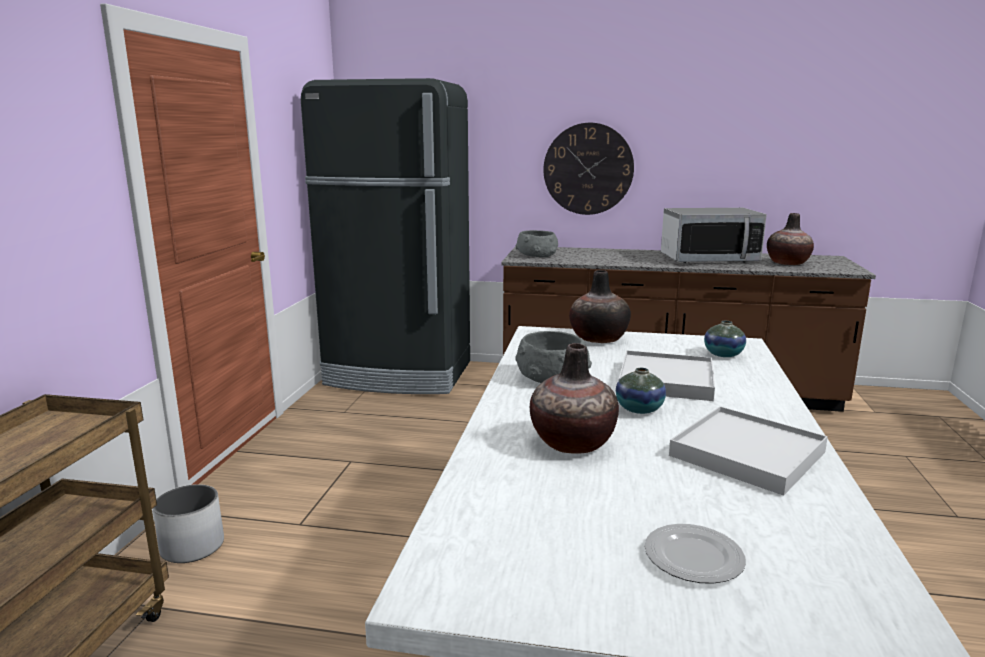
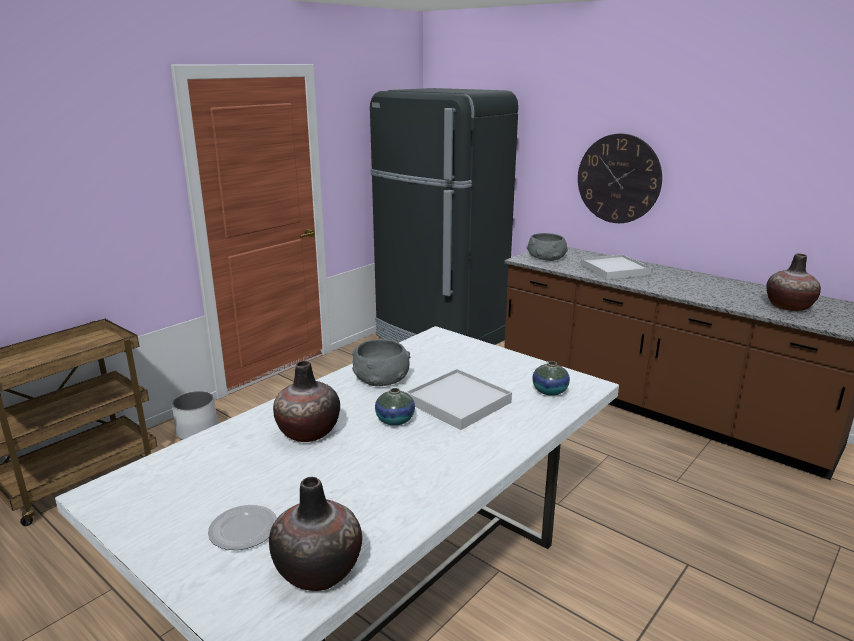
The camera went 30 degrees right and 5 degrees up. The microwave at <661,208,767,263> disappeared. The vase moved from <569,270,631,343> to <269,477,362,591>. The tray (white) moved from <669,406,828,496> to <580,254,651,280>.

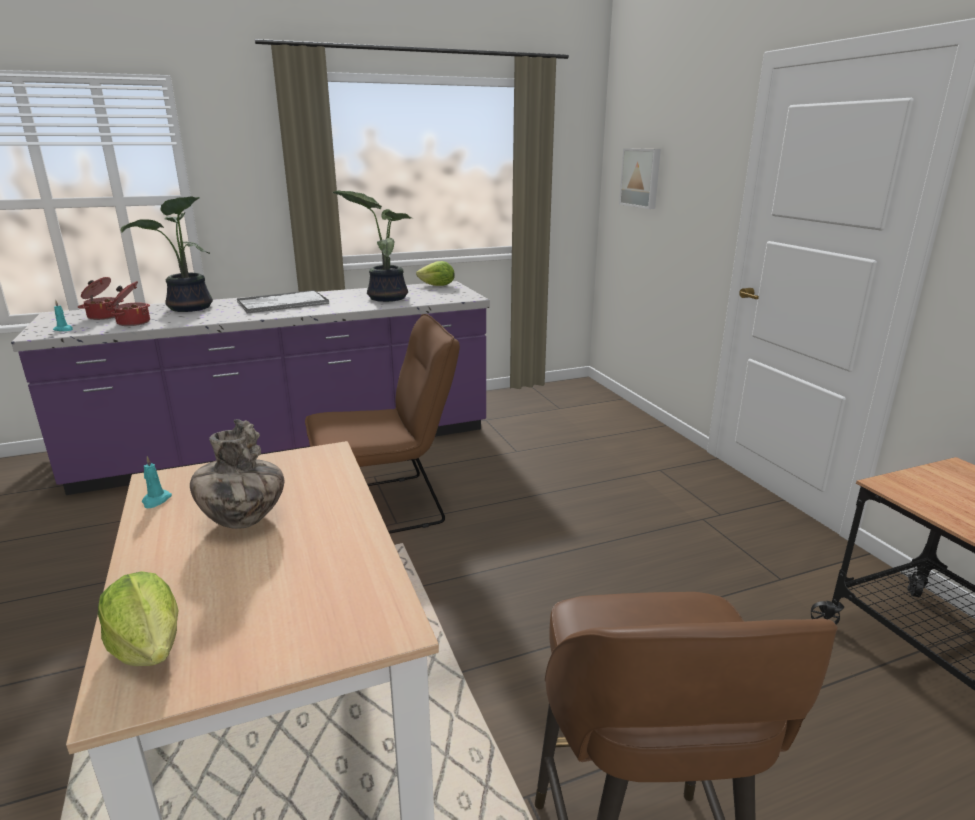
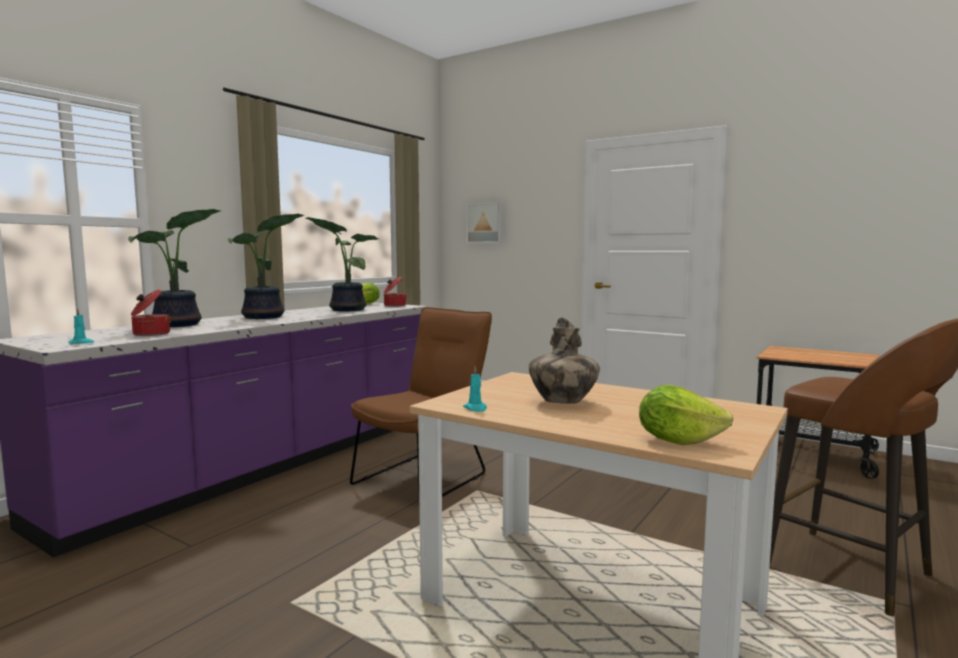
The camera went 35 degrees left and 15 degrees down. The cooking pot moved from <78,277,124,320> to <384,277,407,307>. The tray at <237,290,329,314> was replaced by the potted plant at <228,214,304,319>.

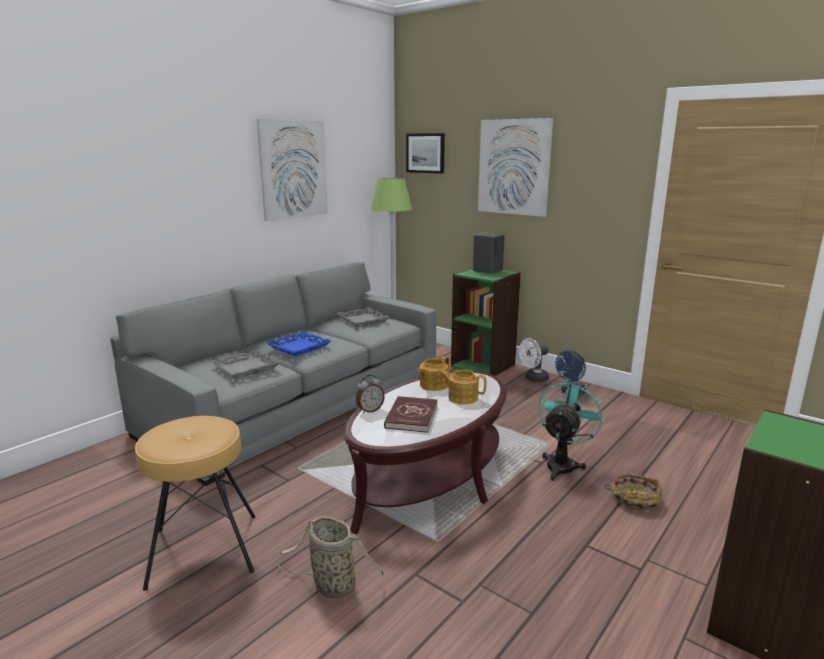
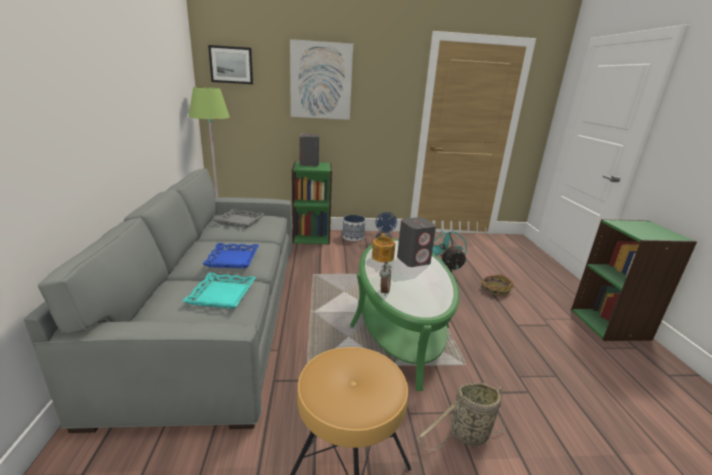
The camera went 45 degrees left and 5 degrees up. The picture at <257,119,328,221> disappeared. The fan (white) at <519,338,549,382> was replaced by the planter at <342,215,366,241>. The tray (grey) at <211,349,281,379> became the tray (turquoise) at <182,273,256,309>. The teapot at <440,370,486,405> was replaced by the speaker (grey) at <397,217,436,267>. The coffee table (brown) at <343,371,507,535> became the coffee table (green) at <350,239,460,391>. The book (red) at <384,396,438,433> disappeared.

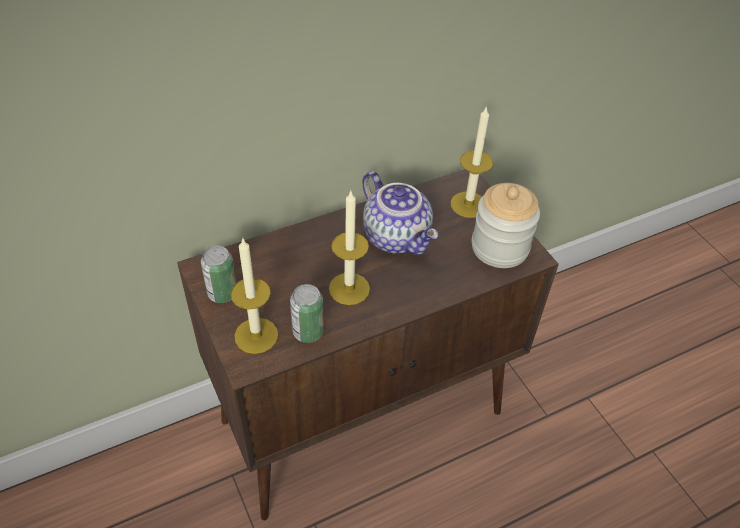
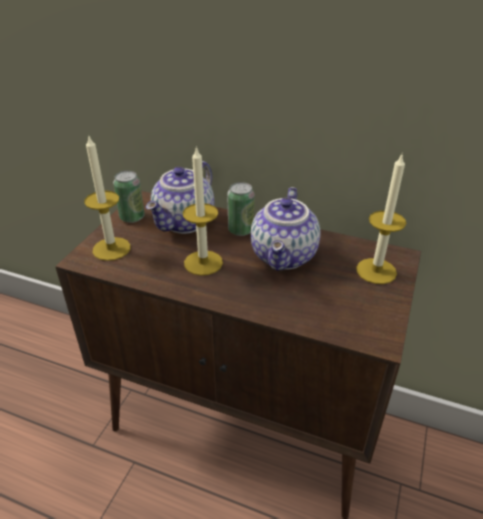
The camera went 50 degrees right and 10 degrees down. The jar at <472,183,540,268> disappeared. The can moved from <290,284,324,343> to <227,182,255,236>. The teapot at <146,161,214,234> appeared.

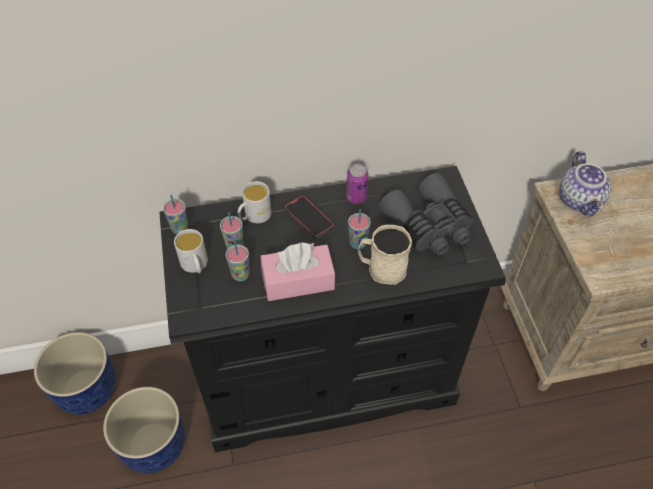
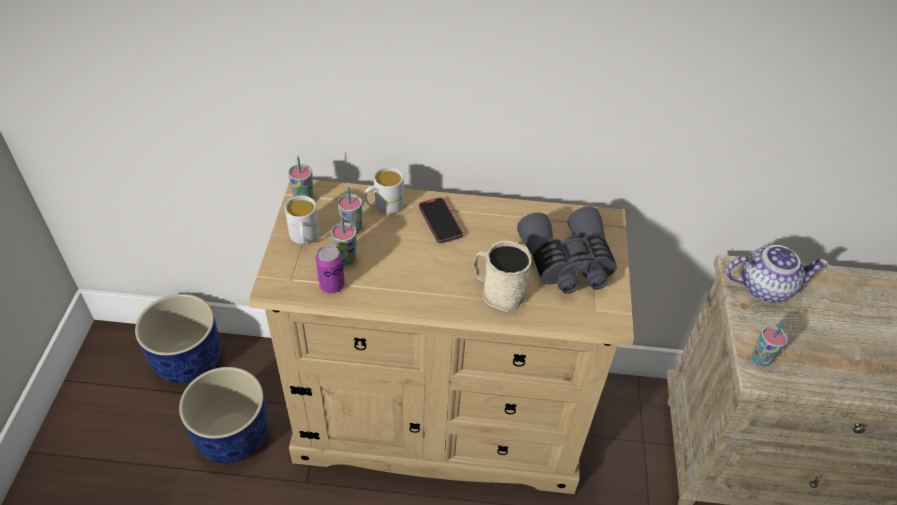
The camera went 15 degrees right and 5 degrees down. The teapot at <559,151,611,216> turned 105 degrees counterclockwise. The can moved from <346,164,369,204> to <316,245,345,293>. The dresser (black) at <159,166,506,452> became the dresser (beige) at <249,180,634,494>. The cup moved from <348,209,371,249> to <752,323,788,367>. The tissue box (pink) at <261,242,335,301> disappeared.

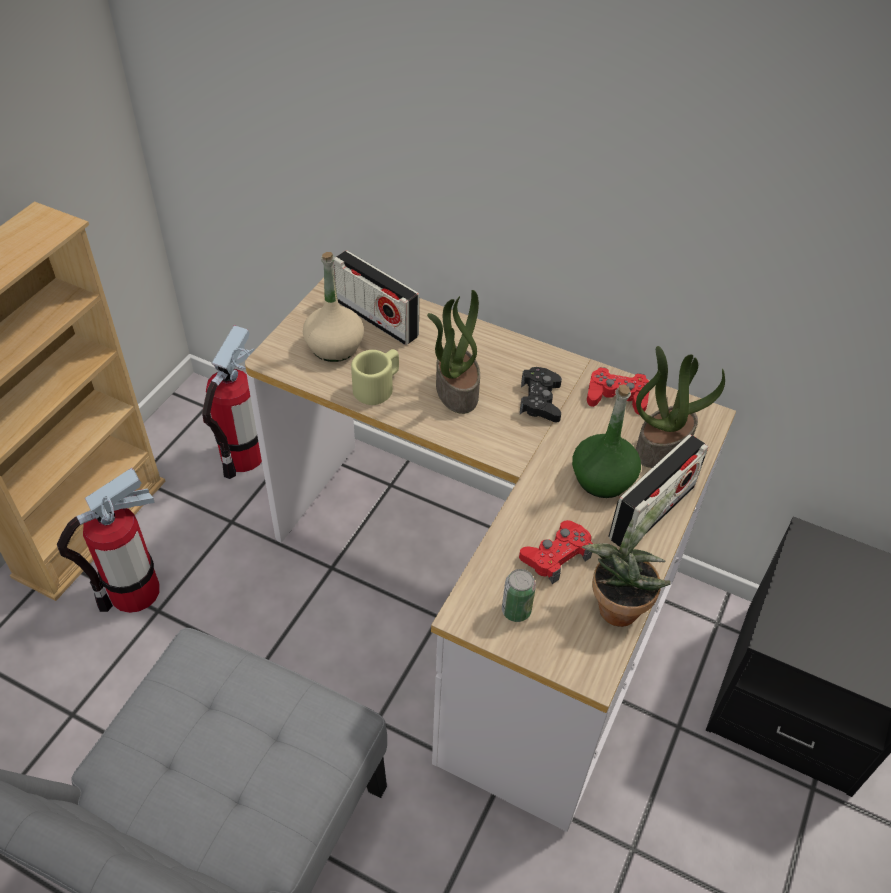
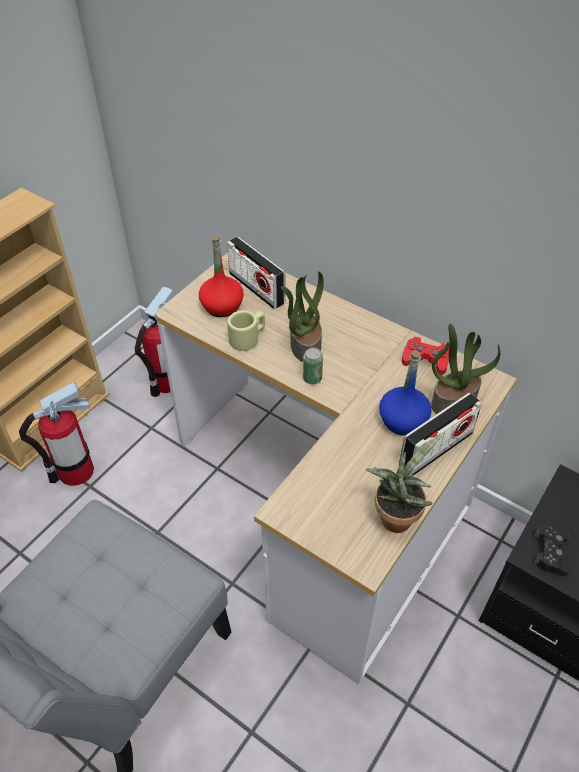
The camera went 10 degrees right and 0 degrees up. The bottle (beige) at <303,252,364,362> became the bottle (red) at <199,236,244,317>. The game controller (black) moved from <520,367,562,422> to <535,525,570,576>. The bottle (green) at <572,384,641,498> became the bottle (blue) at <379,350,432,435>. The game controller (red) at <519,520,593,584> disappeared. The can moved from <502,569,536,622> to <303,348,323,384>.

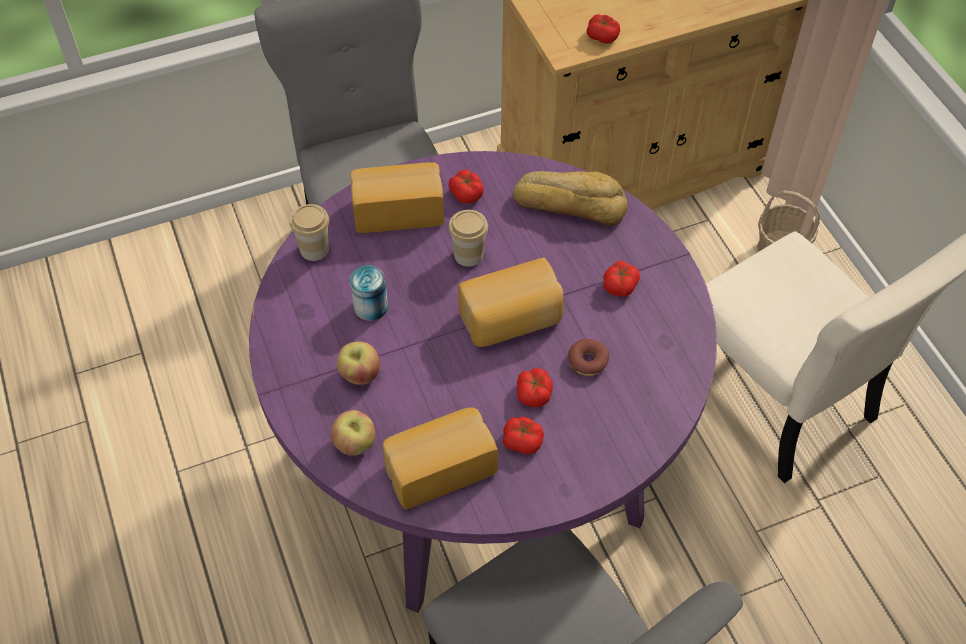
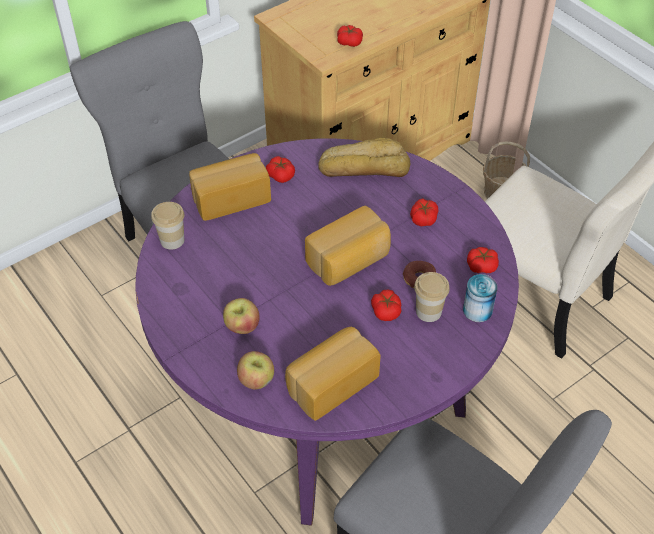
The camera went 15 degrees left and 5 degrees down. The cup moved from <448,210,488,267> to <414,272,450,322>. The can moved from <350,265,388,321> to <463,274,498,322>. The tomato moved from <503,417,544,454> to <467,247,499,273>.

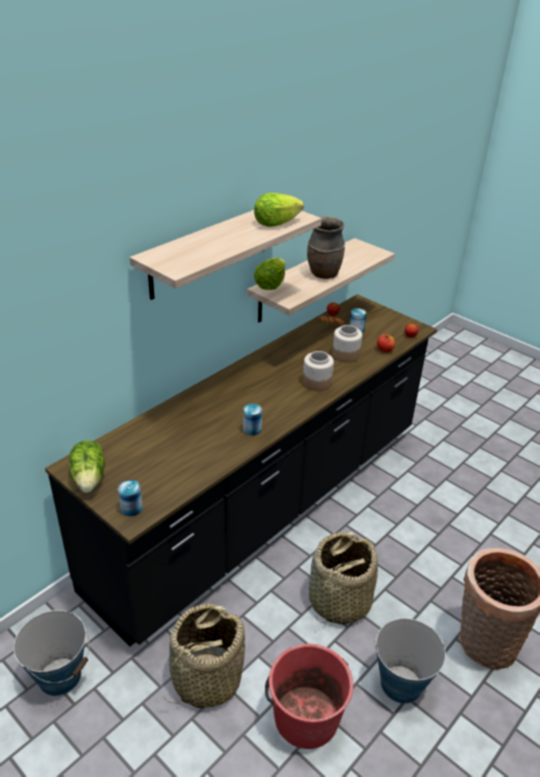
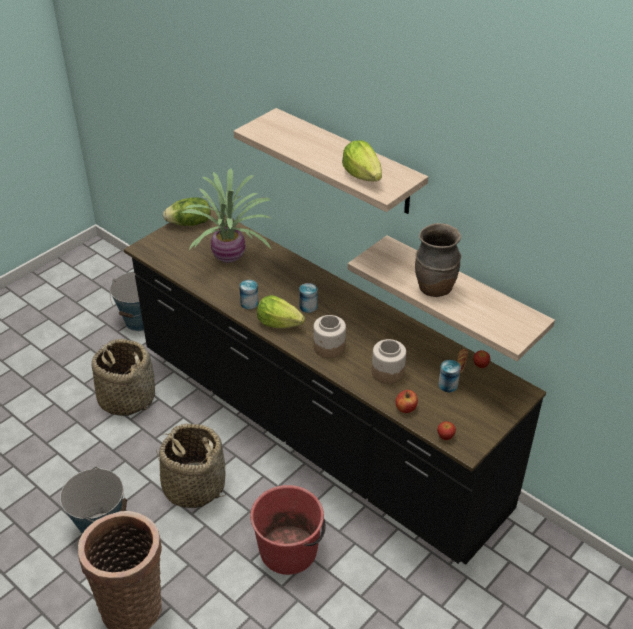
The camera went 90 degrees right and 5 degrees up. The lettuce moved from <254,258,285,290> to <257,295,305,328>. The can moved from <118,480,143,516> to <299,283,318,313>. The bucket (red) moved from <265,644,353,749> to <250,485,325,575>. The potted plant at <180,169,272,263> appeared.

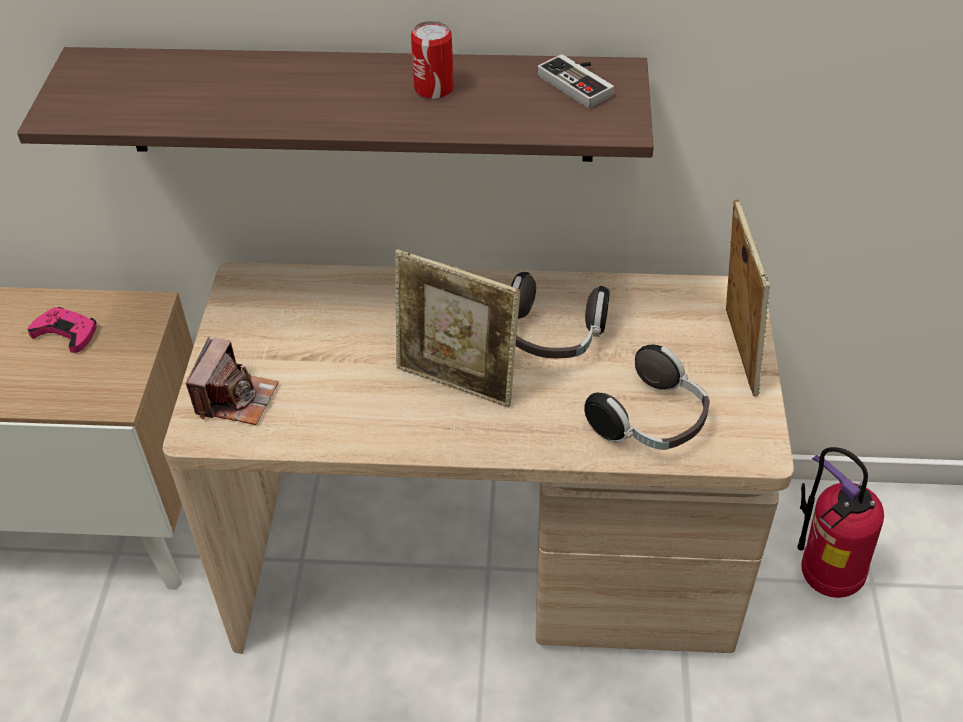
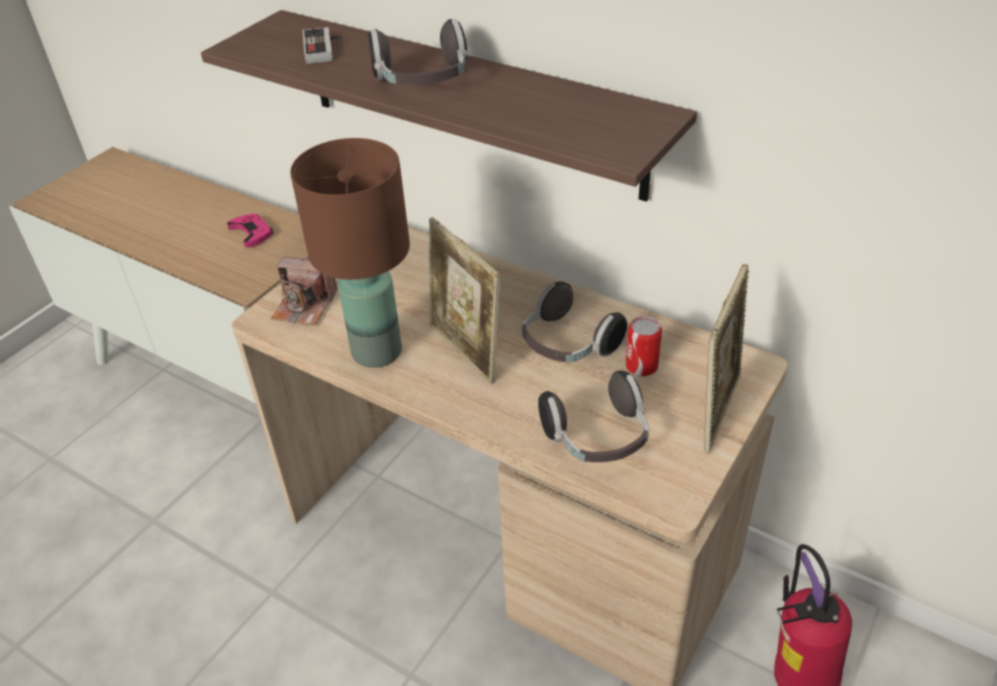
The camera went 30 degrees right and 5 degrees down. The can moved from <411,21,454,99> to <626,316,662,376>. The game controller moved from <538,54,614,108> to <303,27,343,64>. The photo camera at <186,337,279,425> turned 60 degrees clockwise. The headphones at <368,19,468,85> appeared. The table lamp (brown) at <290,138,410,368> appeared.

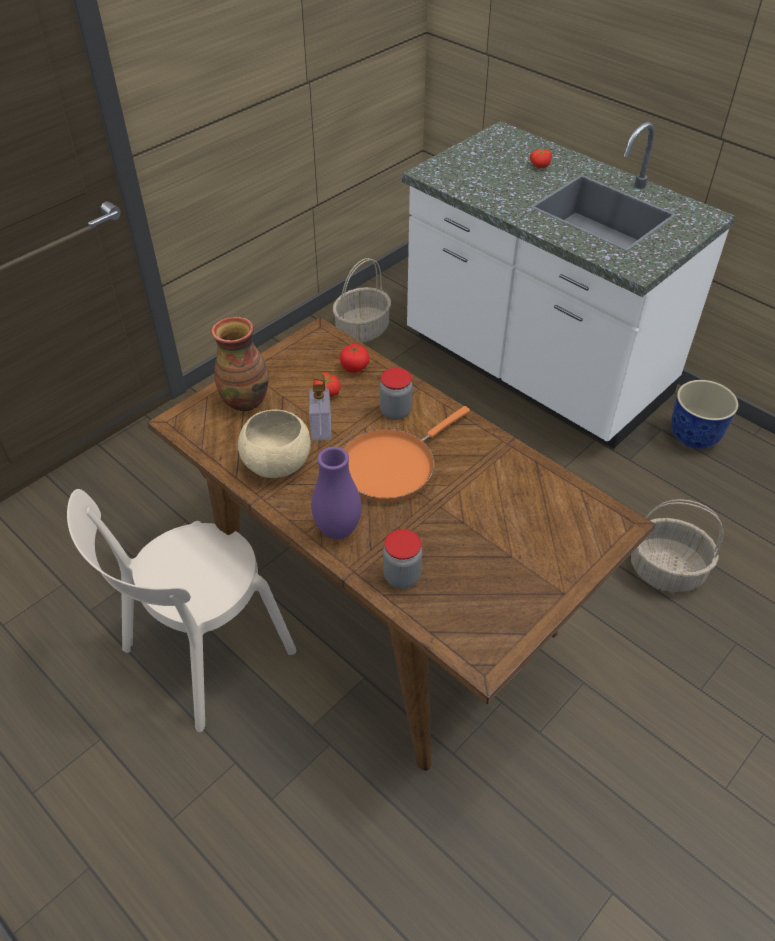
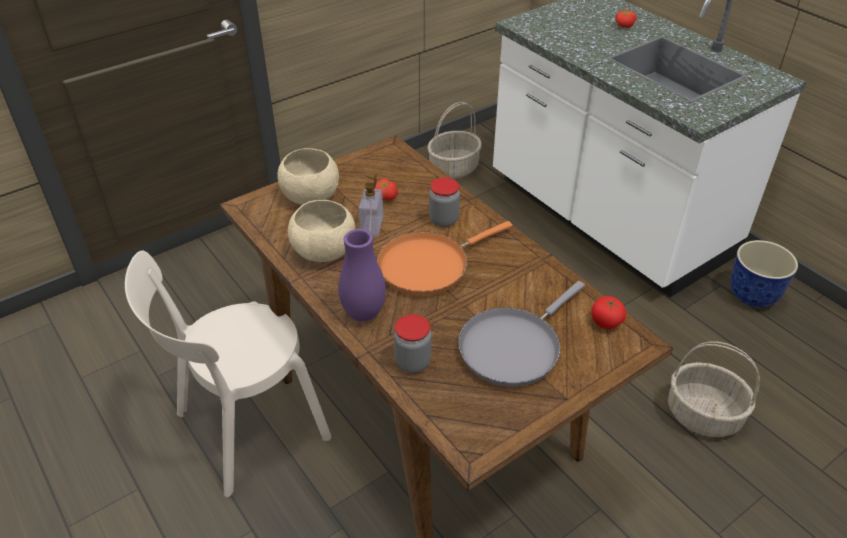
The camera went 10 degrees right and 5 degrees down. The vase at <211,317,269,411> was replaced by the bowl (beige) at <277,148,339,205>. The tomato moved from <340,344,370,373> to <591,296,626,329>. The frying pan (grey) at <458,281,585,387> appeared.

